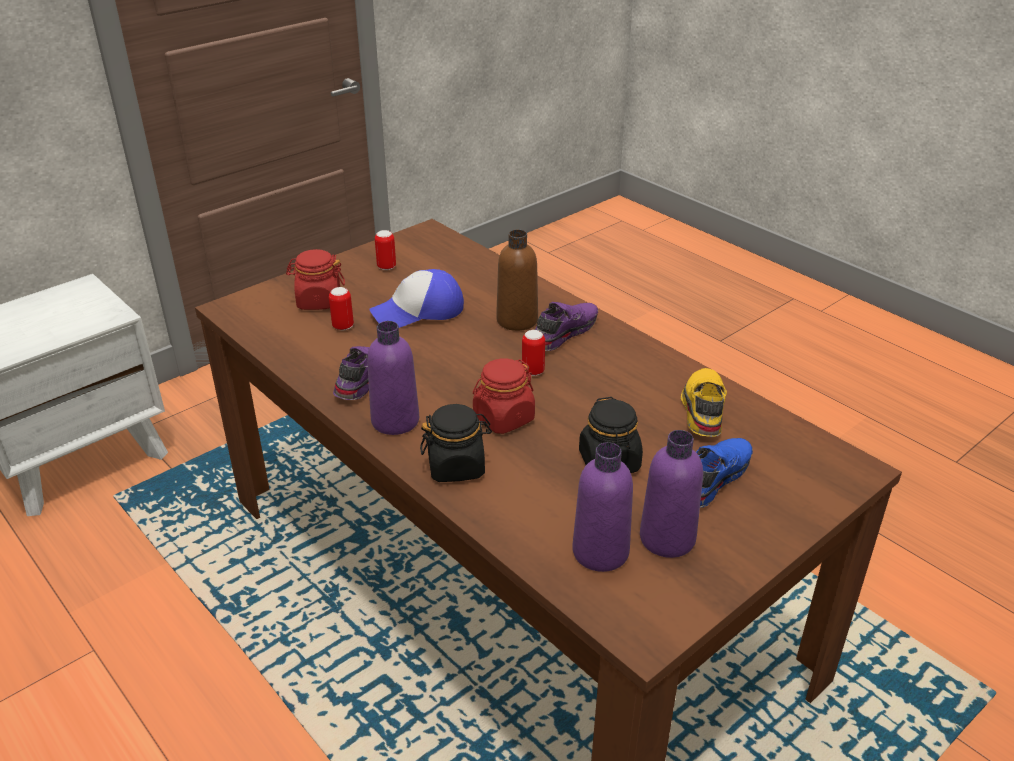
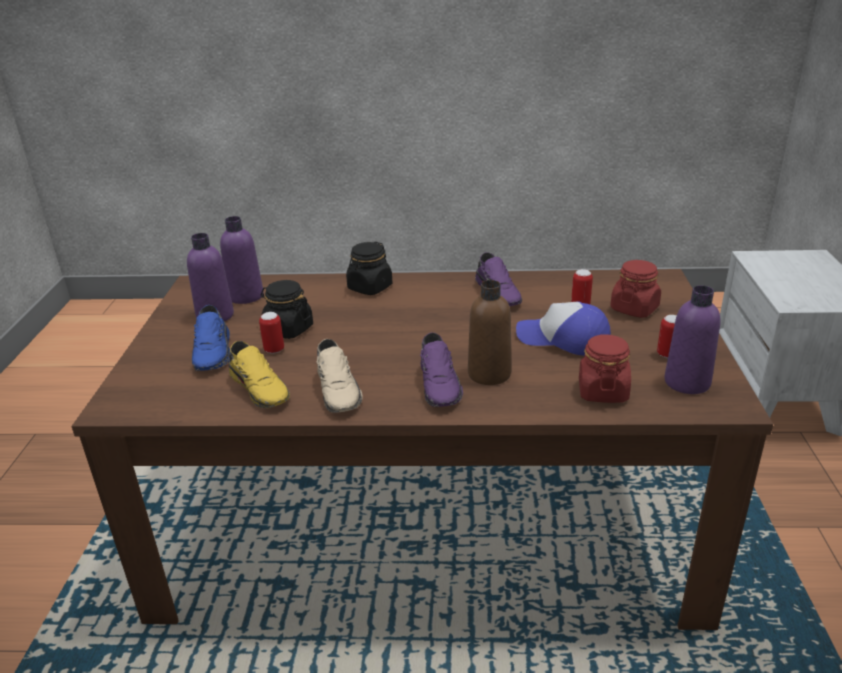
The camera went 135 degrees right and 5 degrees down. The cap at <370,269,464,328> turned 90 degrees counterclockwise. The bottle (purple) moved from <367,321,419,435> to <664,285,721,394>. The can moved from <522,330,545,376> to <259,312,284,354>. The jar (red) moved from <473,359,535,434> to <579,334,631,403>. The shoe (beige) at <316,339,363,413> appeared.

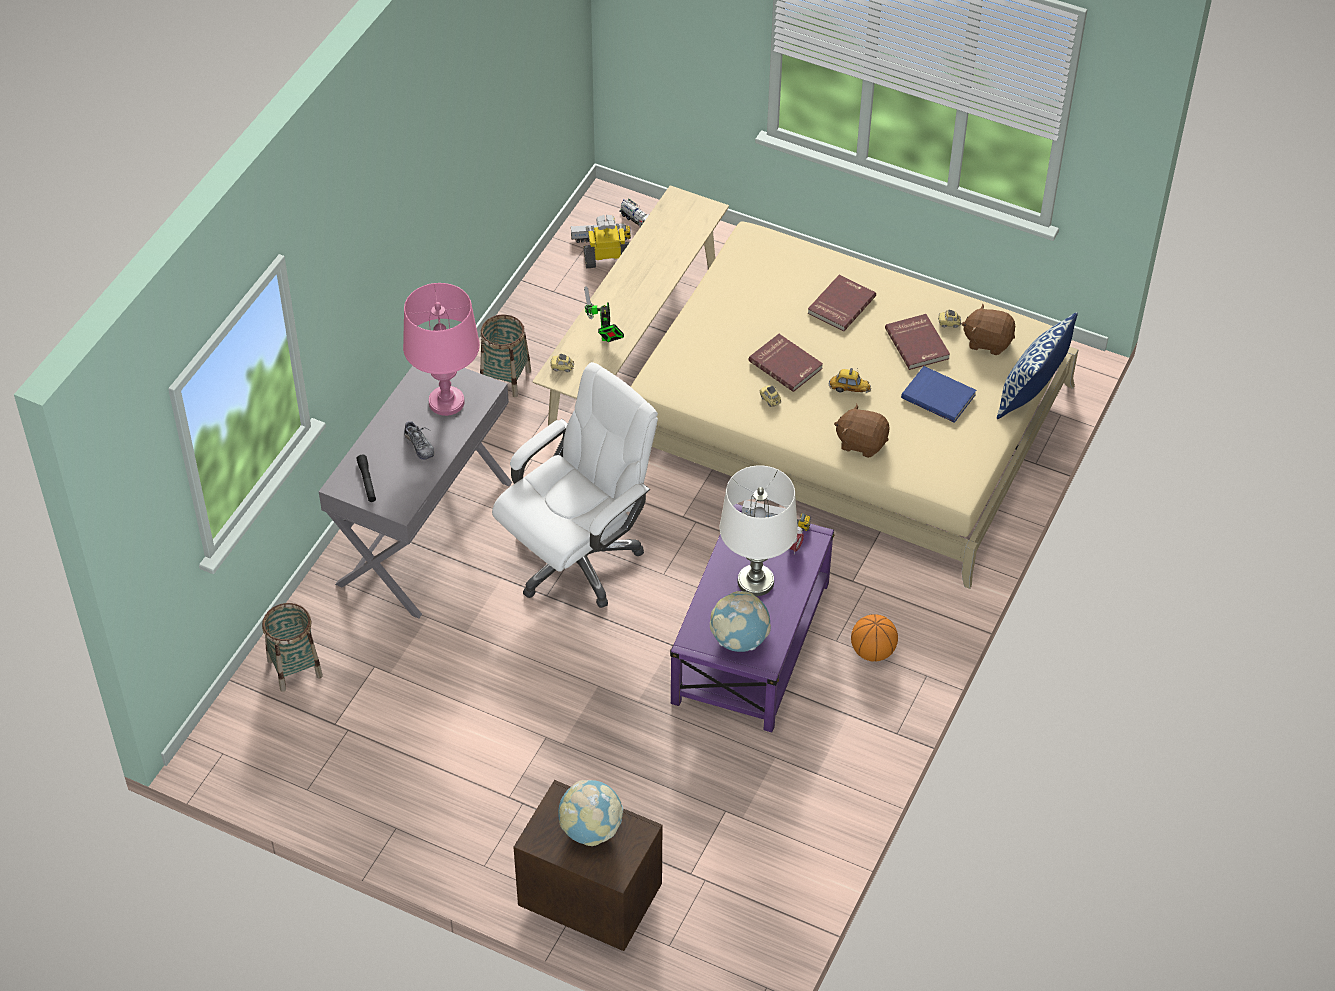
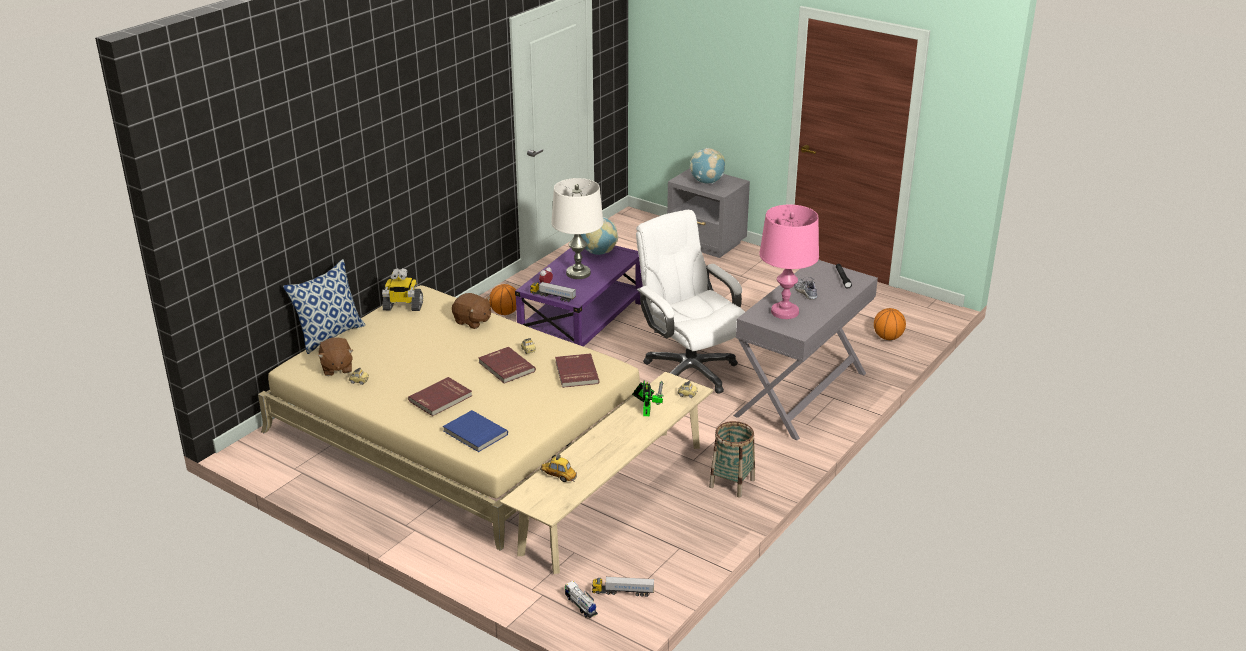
The camera went 170 degrees left and 20 degrees down. The toy robot moved from <584,215,629,268> to <382,268,423,311>. The plush toy (brown) at <961,303,1015,355> turned 45 degrees clockwise. The book (red) moved from <885,314,950,370> to <555,354,599,388>. The office chair (white) at <492,362,658,608> turned 90 degrees clockwise. The book (blue) moved from <901,366,976,423> to <443,410,508,452>. The toy car moved from <829,368,871,393> to <540,454,577,482>. The basket at <262,603,323,691> was replaced by the basketball at <874,308,906,340>. The nightstand (brown) at <513,780,662,951> became the nightstand (grey) at <667,168,750,258>.

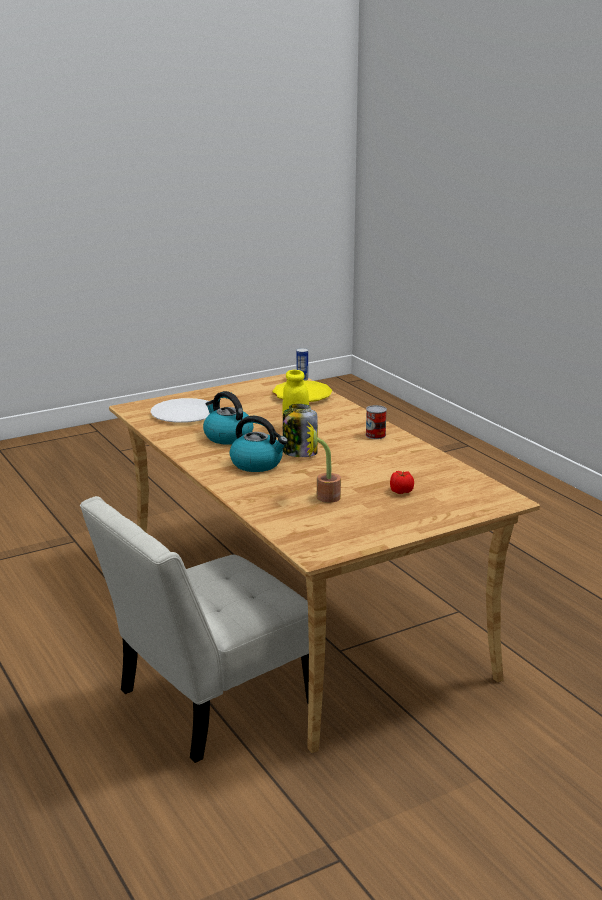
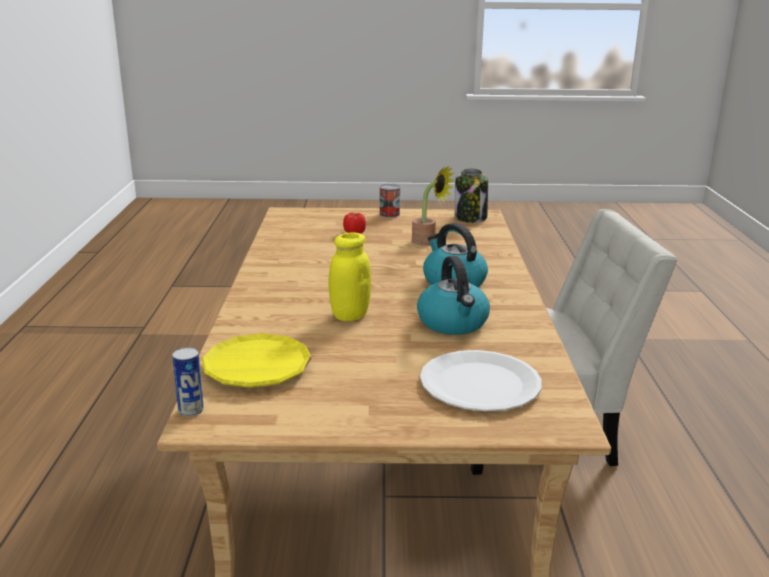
The camera went 150 degrees left and 0 degrees up. The jar moved from <283,404,318,457> to <455,168,488,223>. The can moved from <366,405,387,439> to <379,184,401,218>.

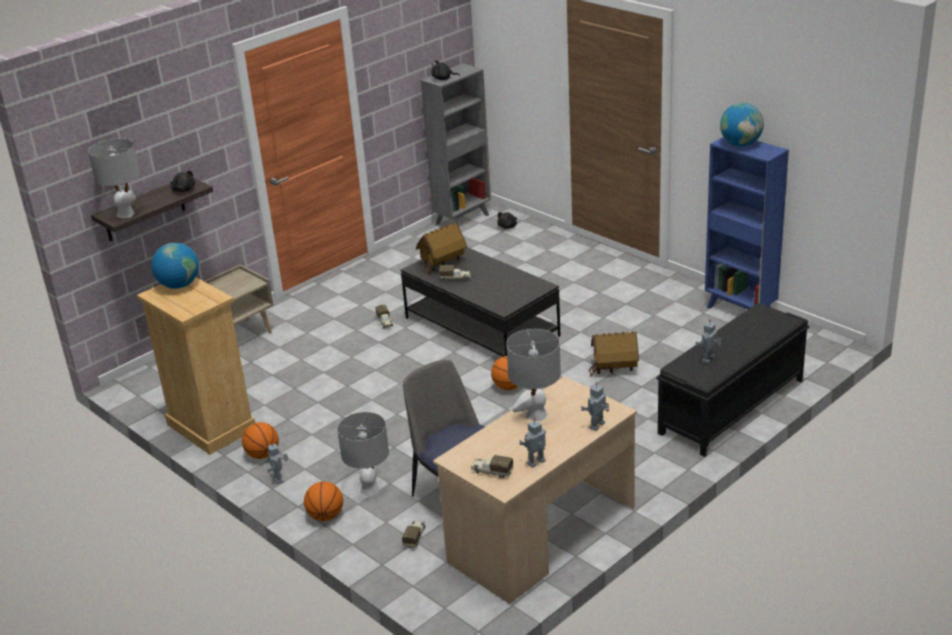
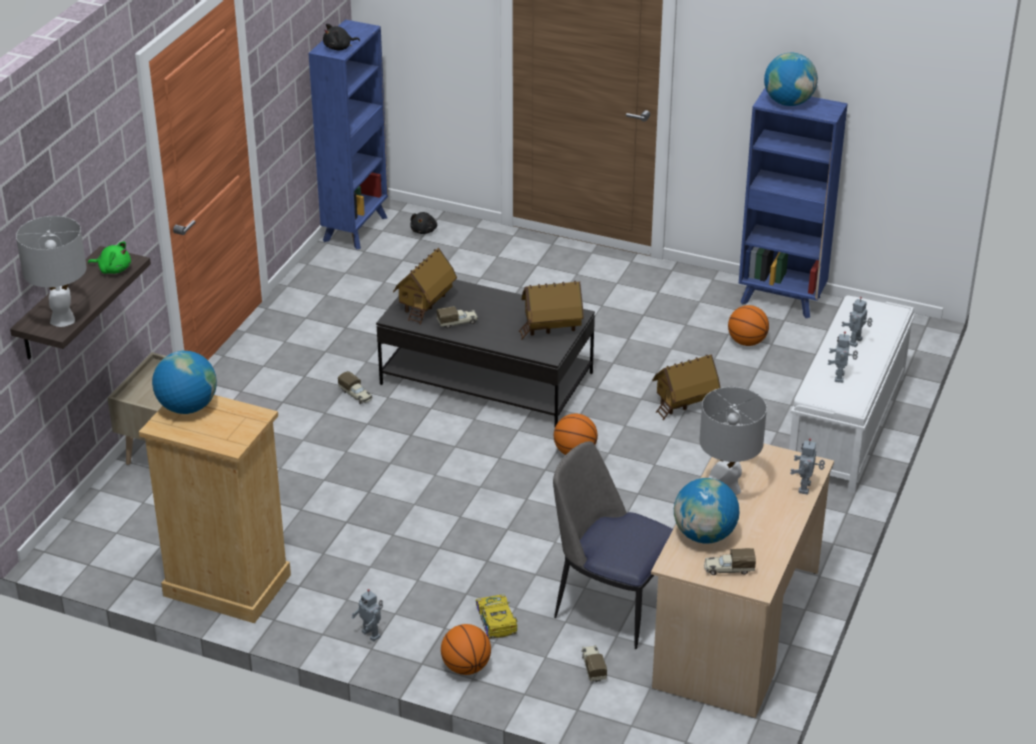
The camera went 25 degrees left and 5 degrees up. The bookcase (grey) at <421,63,491,225> became the bookcase (blue) at <309,19,388,249>. The plush toy (black) at <170,170,195,192> became the plush toy (green) at <88,241,131,274>. The bench (black) at <656,303,809,457> became the bench (white) at <789,295,915,494>. The table lamp (grey) at <337,412,389,496> was replaced by the toy car at <476,594,518,639>. The toy robot moved from <519,418,546,468> to <841,297,872,347>. The basketball moved from <242,422,279,459> to <728,305,769,346>. The toy house at <519,281,584,340> appeared. The globe at <674,478,740,543> appeared.

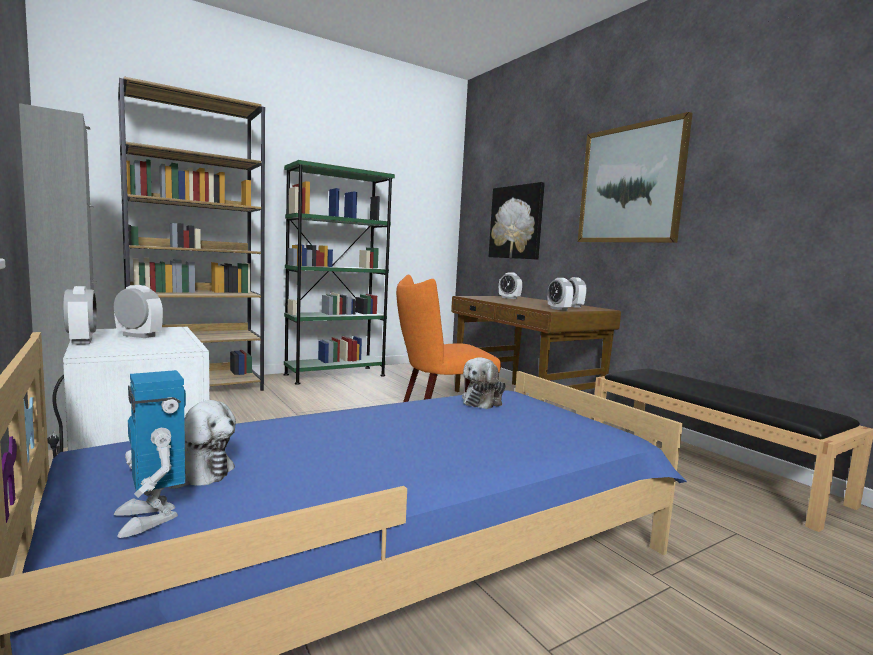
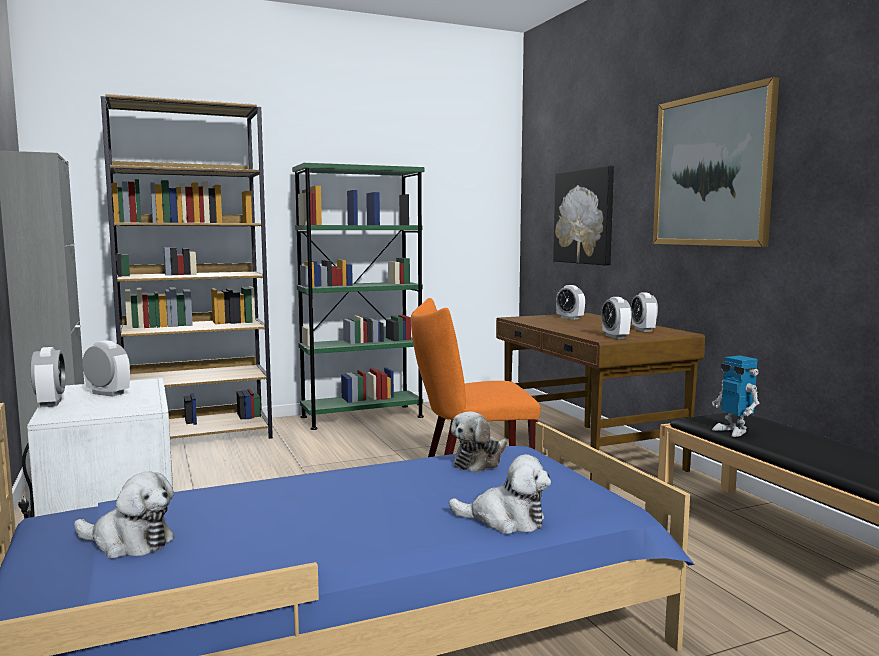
The camera went 10 degrees right and 0 degrees up. The toy robot moved from <114,370,186,538> to <712,355,759,437>. The plush toy at <449,454,551,534> appeared.

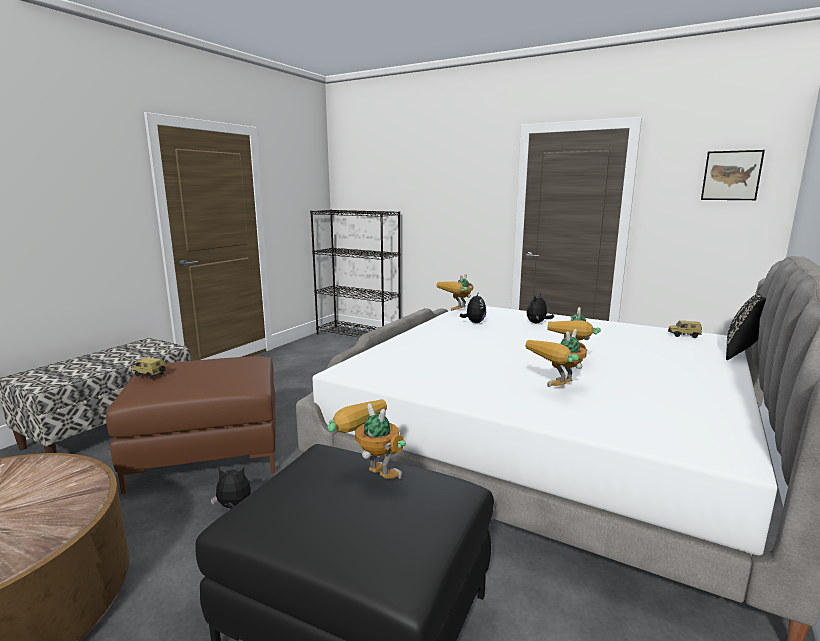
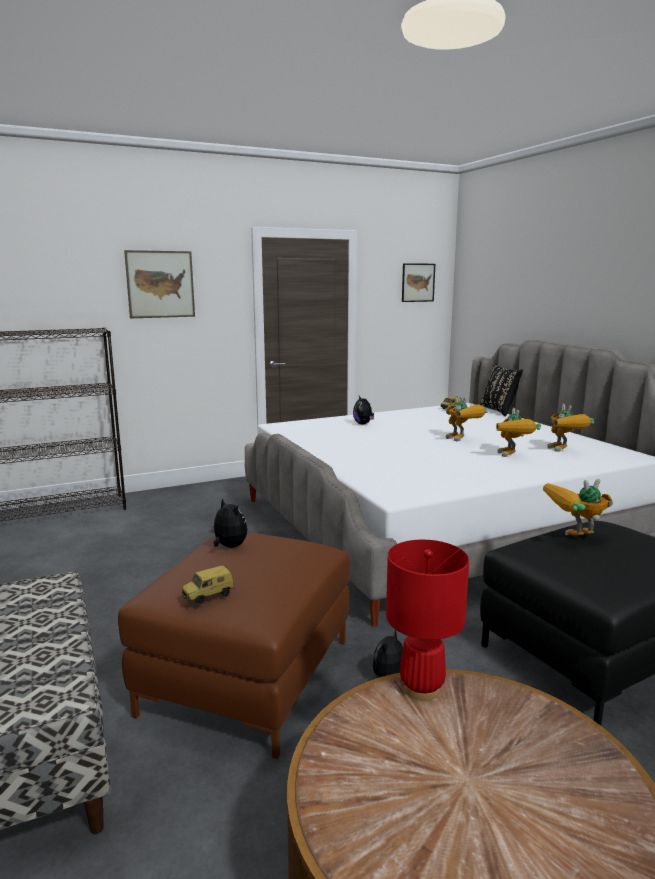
The camera went 55 degrees left and 0 degrees up. The toy robot moved from <436,274,474,311> to <547,404,594,452>. The plush toy moved from <460,292,486,323> to <209,498,247,548>. The picture at <124,250,195,318> appeared. The table lamp (red) at <386,540,469,701> appeared.

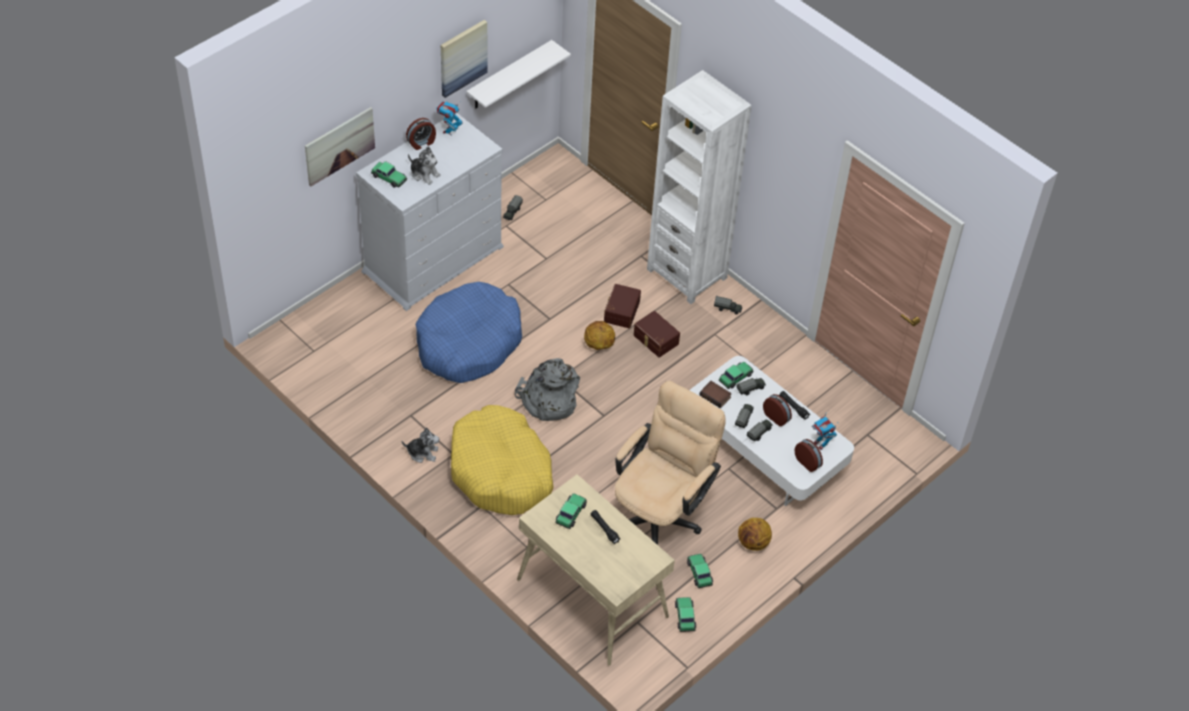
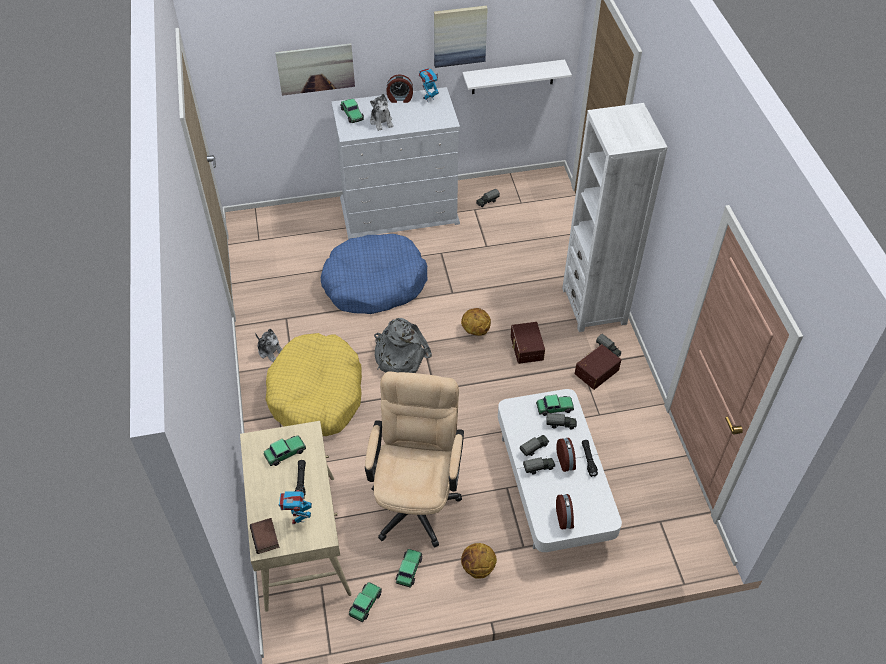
The camera went 35 degrees right and 0 degrees up. The storage box (brown) moved from <604,284,641,328> to <575,344,621,390>. The office chair (beige) at <615,381,726,545> turned 60 degrees counterclockwise. The book moved from <699,381,732,408> to <250,518,279,554>. The toy robot moved from <812,410,839,450> to <279,487,312,524>.

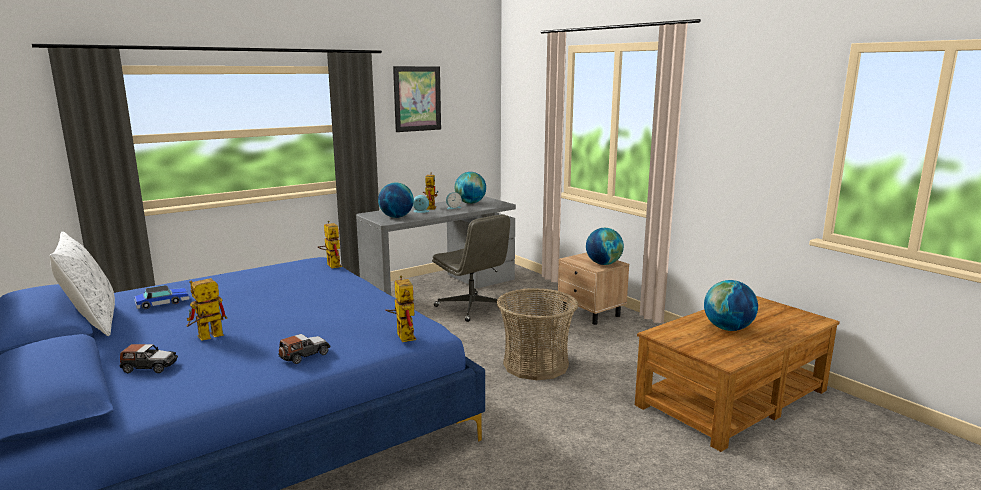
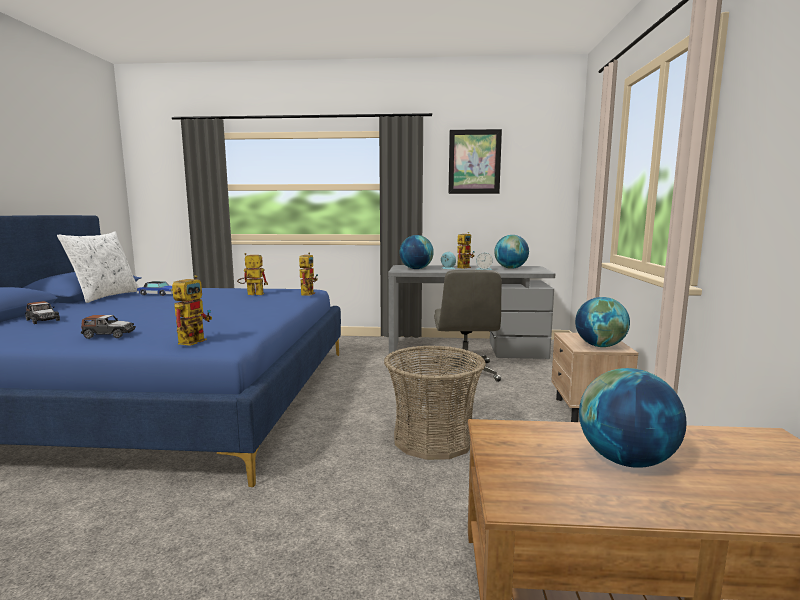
The camera went 40 degrees right and 5 degrees down. The toy robot moved from <186,278,227,340> to <237,253,268,295>.

